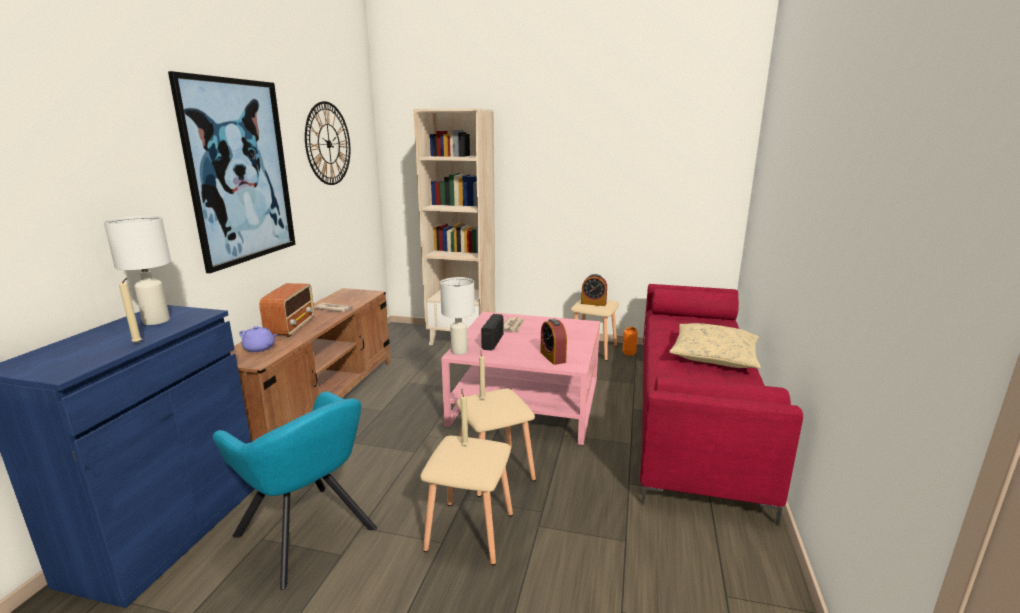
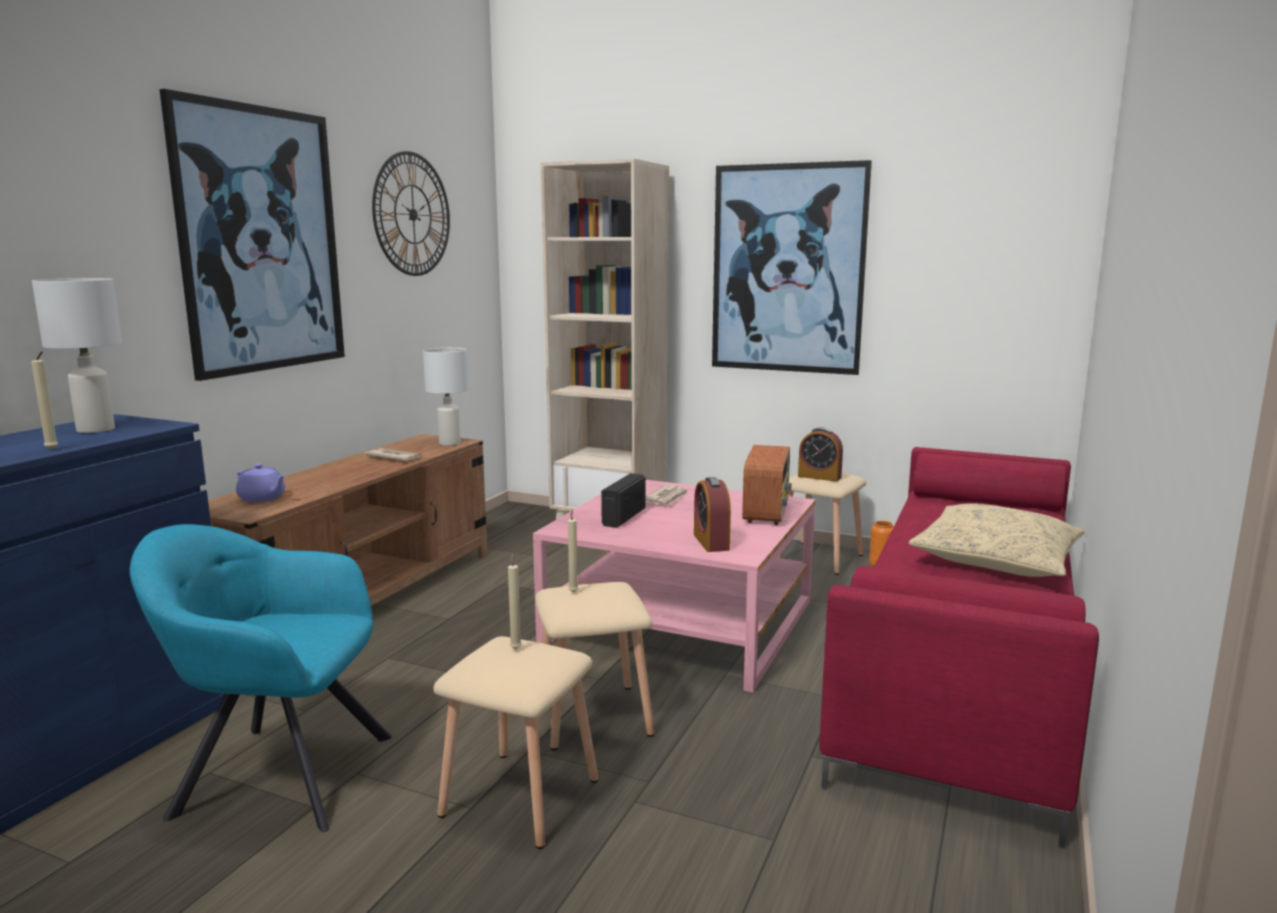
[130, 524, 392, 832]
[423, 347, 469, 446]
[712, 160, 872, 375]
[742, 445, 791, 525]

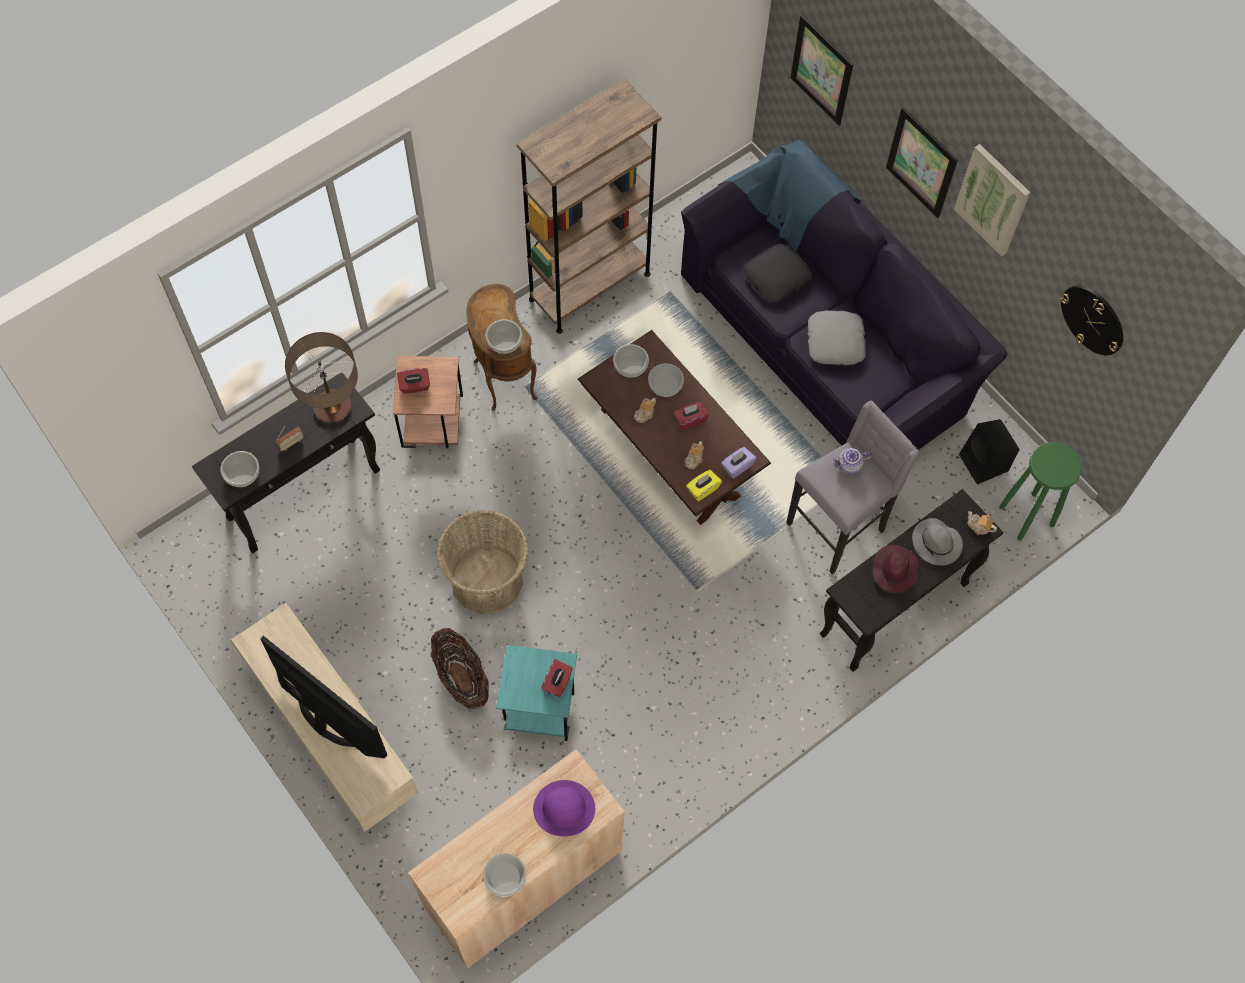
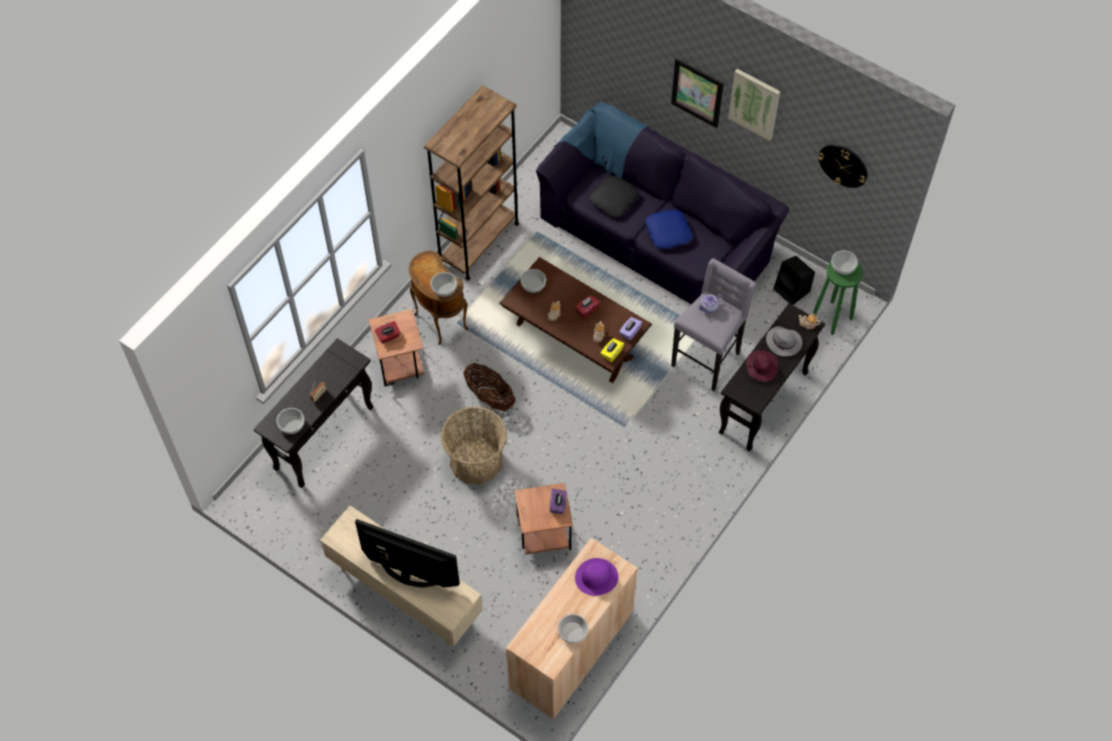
[464, 363, 515, 411]
[514, 483, 573, 554]
[550, 488, 567, 514]
[645, 210, 693, 249]
[831, 250, 858, 275]
[285, 332, 358, 423] (first image)
[790, 15, 853, 125] (first image)

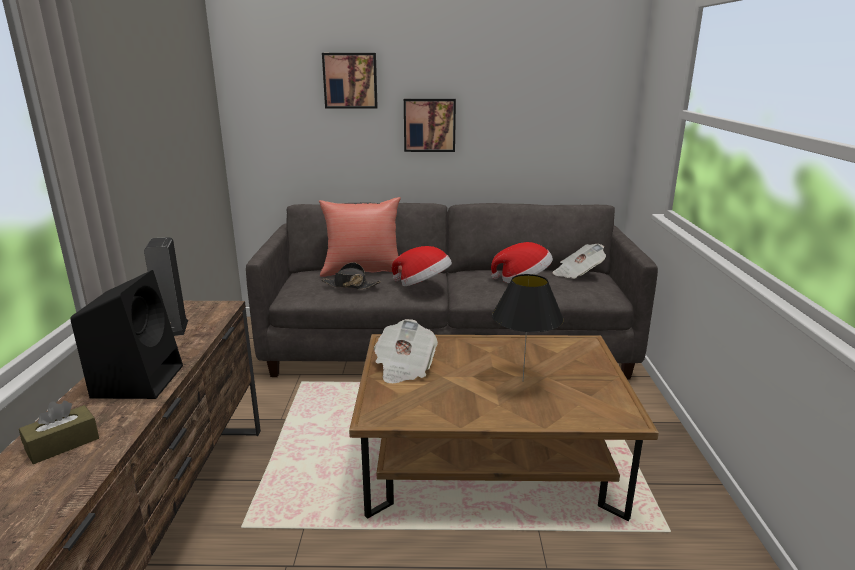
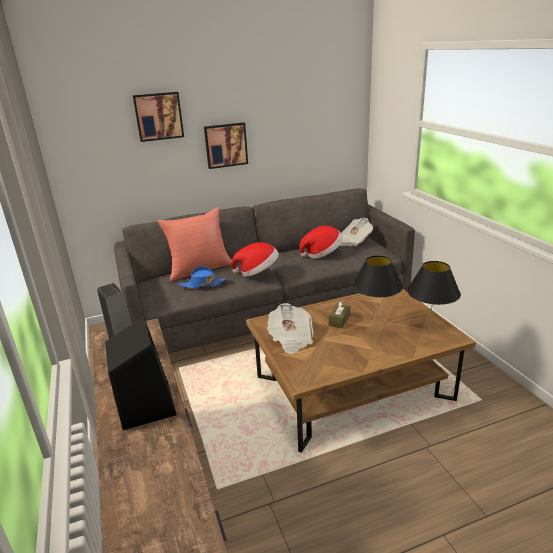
[178, 266, 228, 288]
[329, 300, 350, 328]
[407, 261, 461, 337]

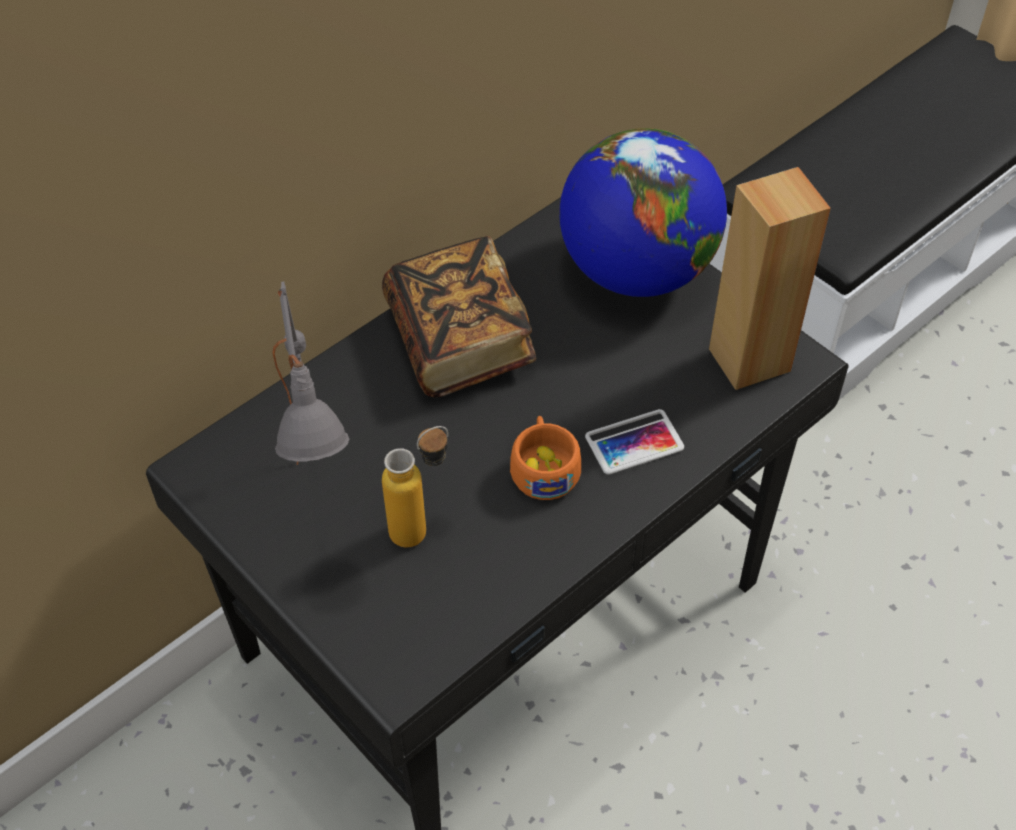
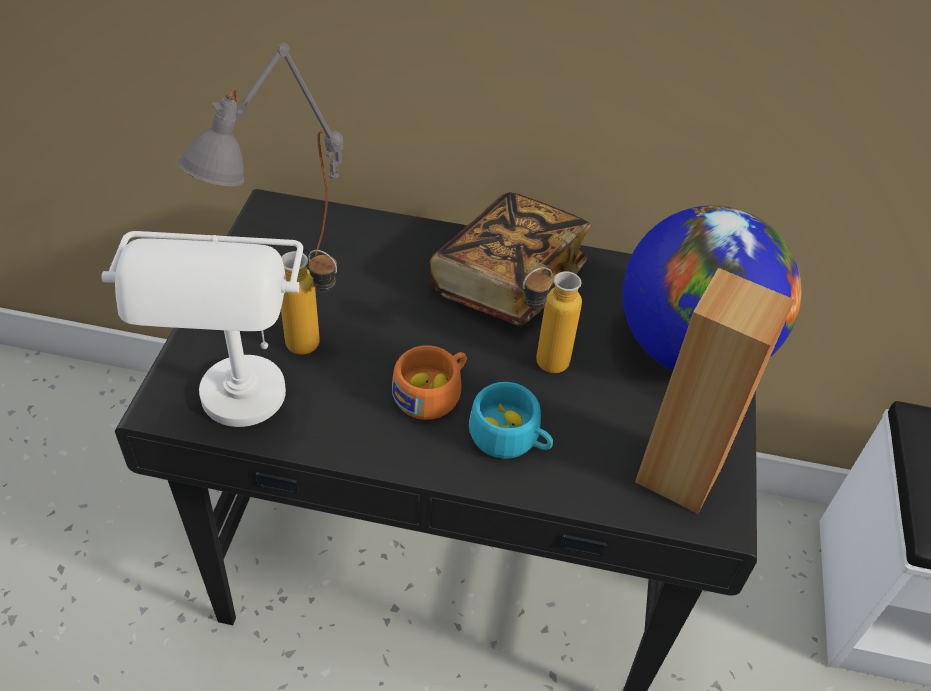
[102, 231, 303, 427]
[469, 382, 553, 459]
[523, 267, 582, 373]

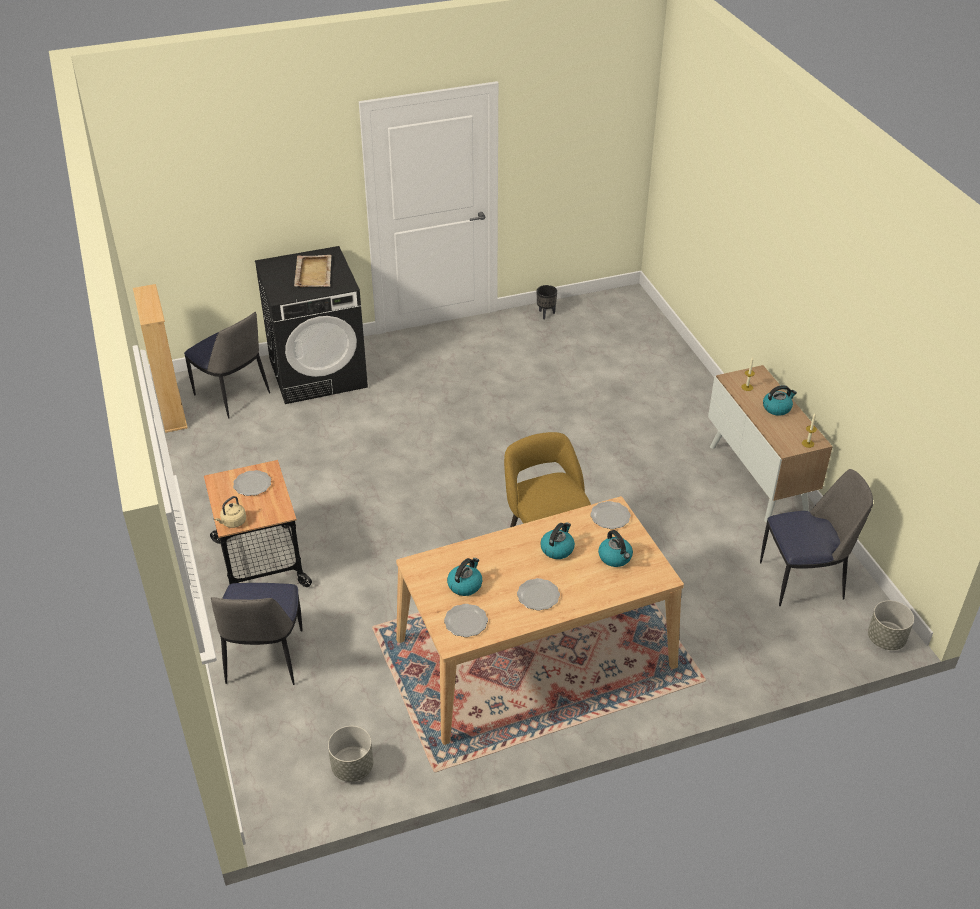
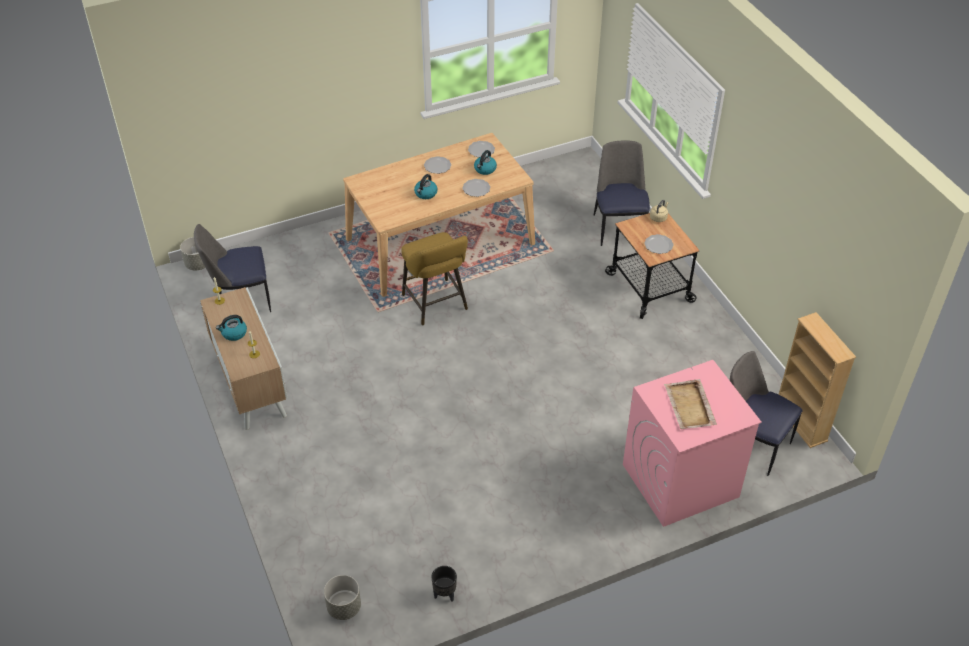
[324, 575, 361, 620]
[463, 179, 491, 197]
[623, 360, 762, 527]
[598, 530, 633, 567] (first image)

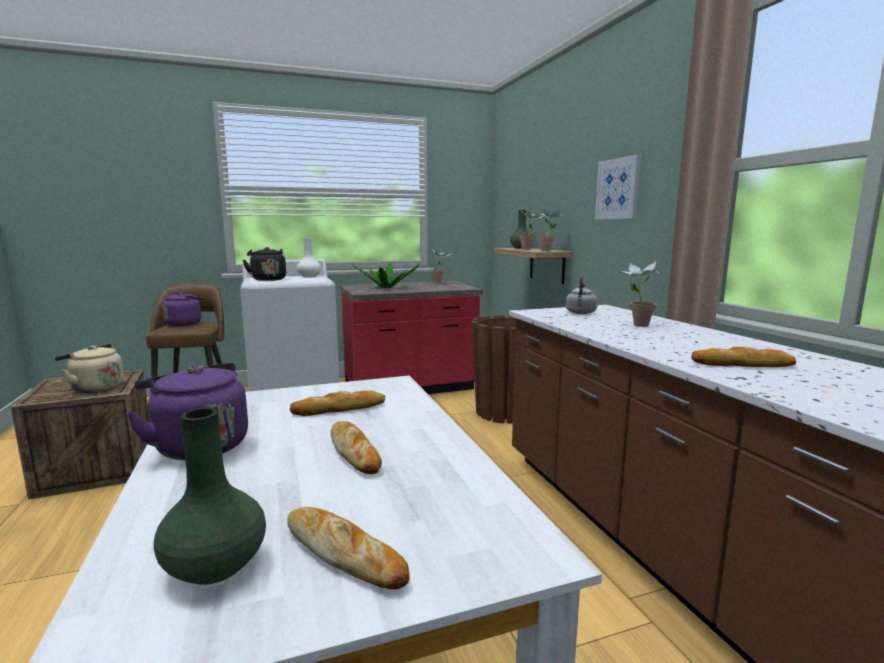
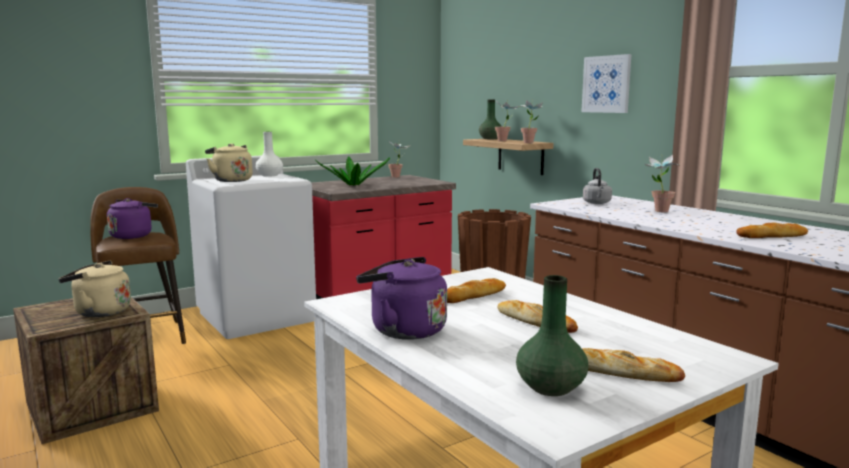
[205, 143, 253, 182]

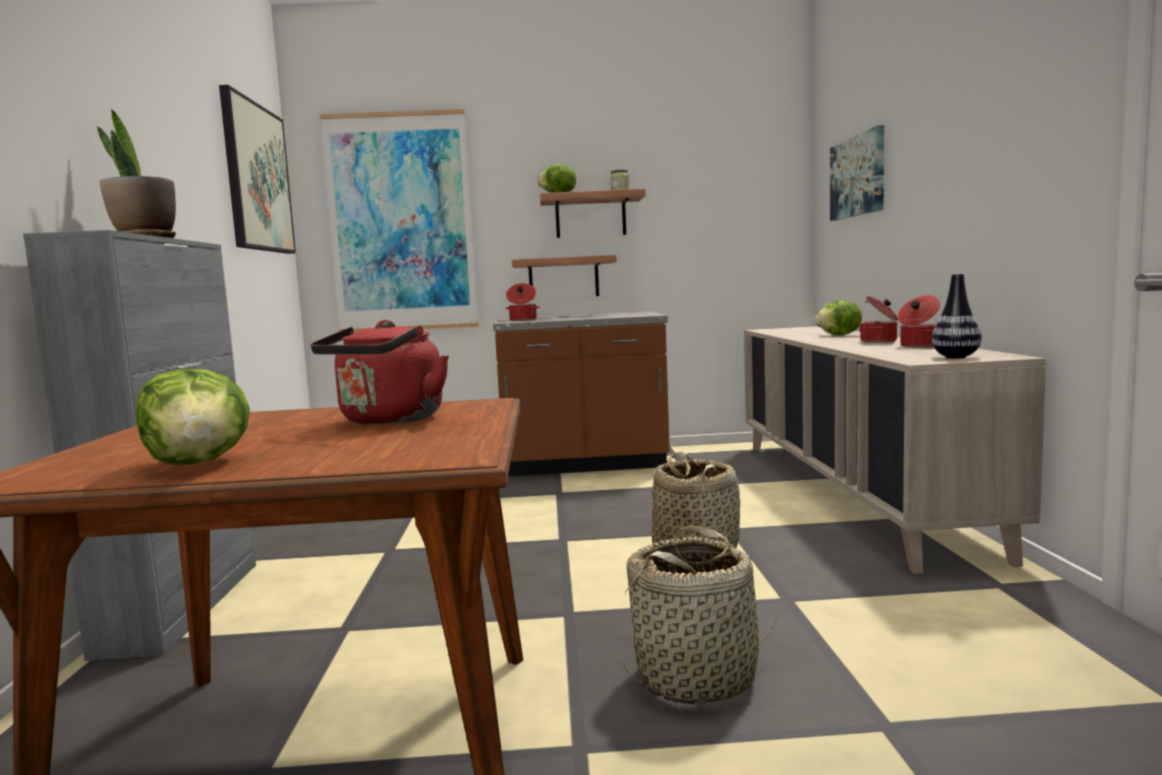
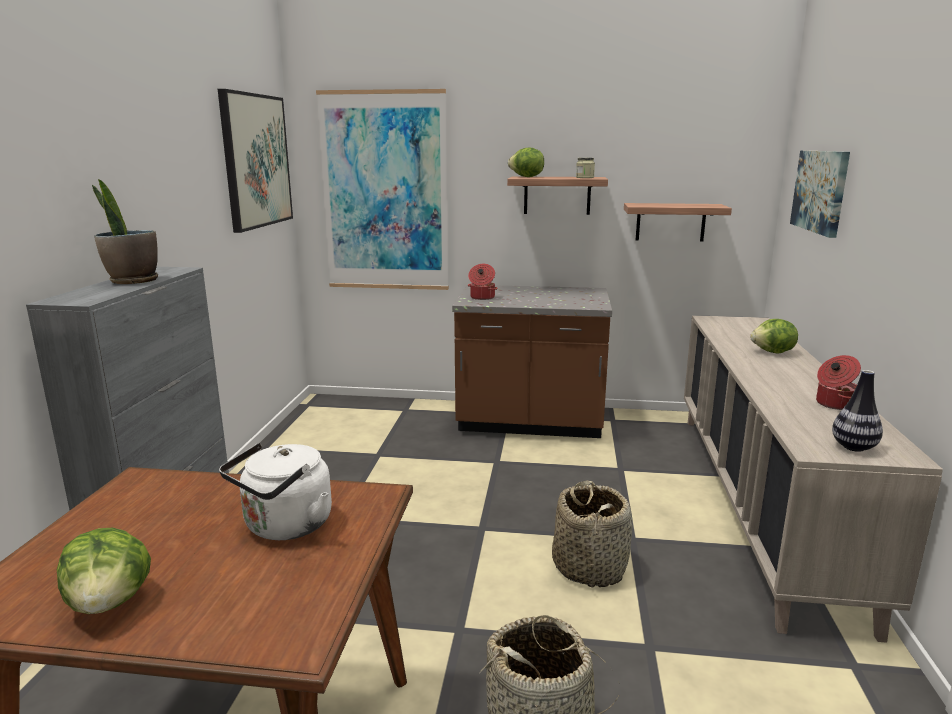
[219, 443, 332, 540]
[624, 203, 732, 242]
[859, 296, 898, 343] (first image)

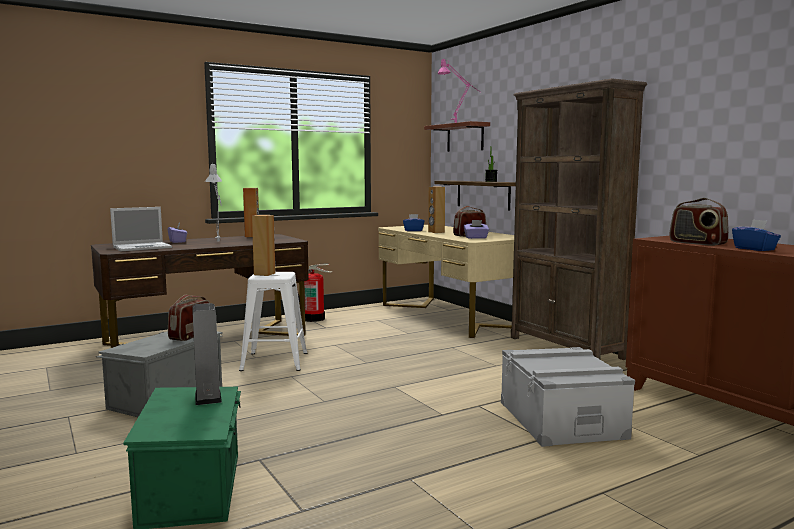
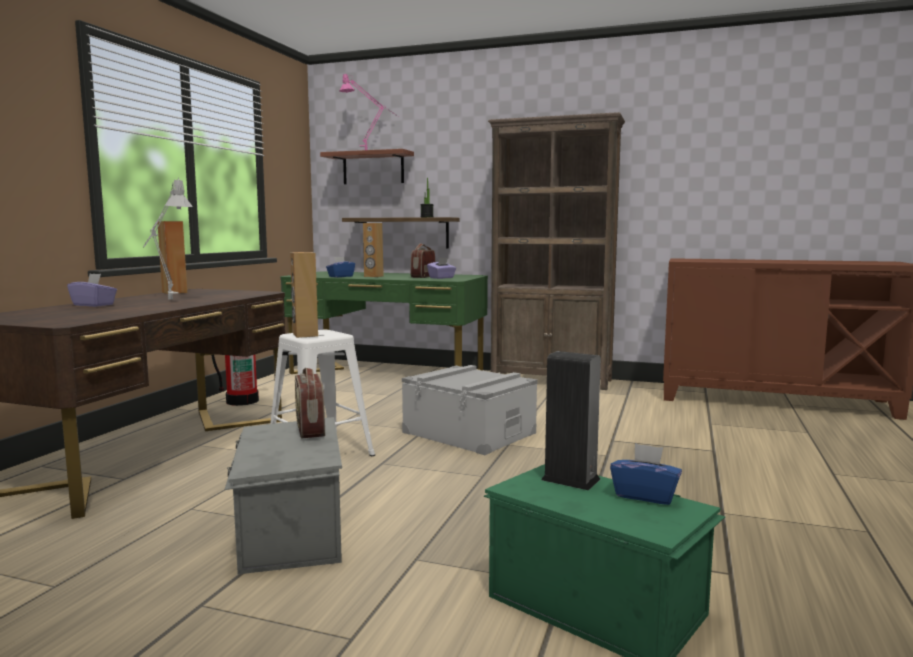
[280, 271, 488, 374]
[402, 365, 538, 455]
[610, 443, 682, 505]
[110, 207, 172, 251] (first image)
[669, 198, 729, 246] (first image)

